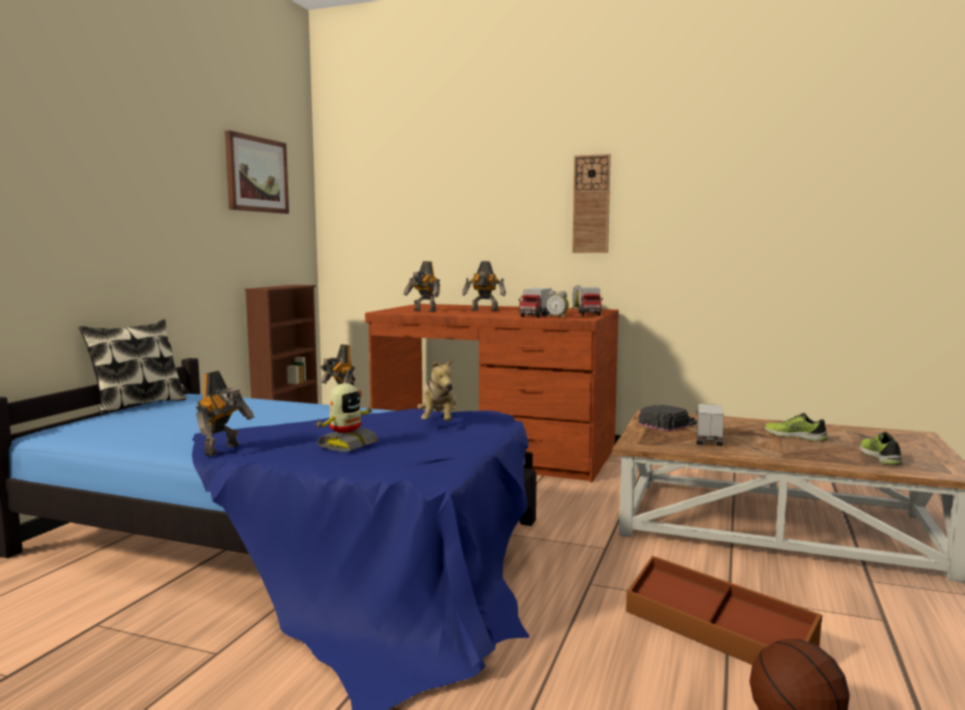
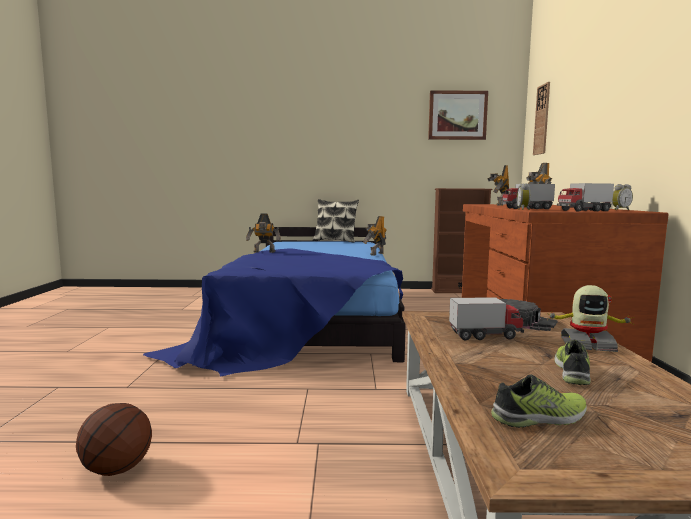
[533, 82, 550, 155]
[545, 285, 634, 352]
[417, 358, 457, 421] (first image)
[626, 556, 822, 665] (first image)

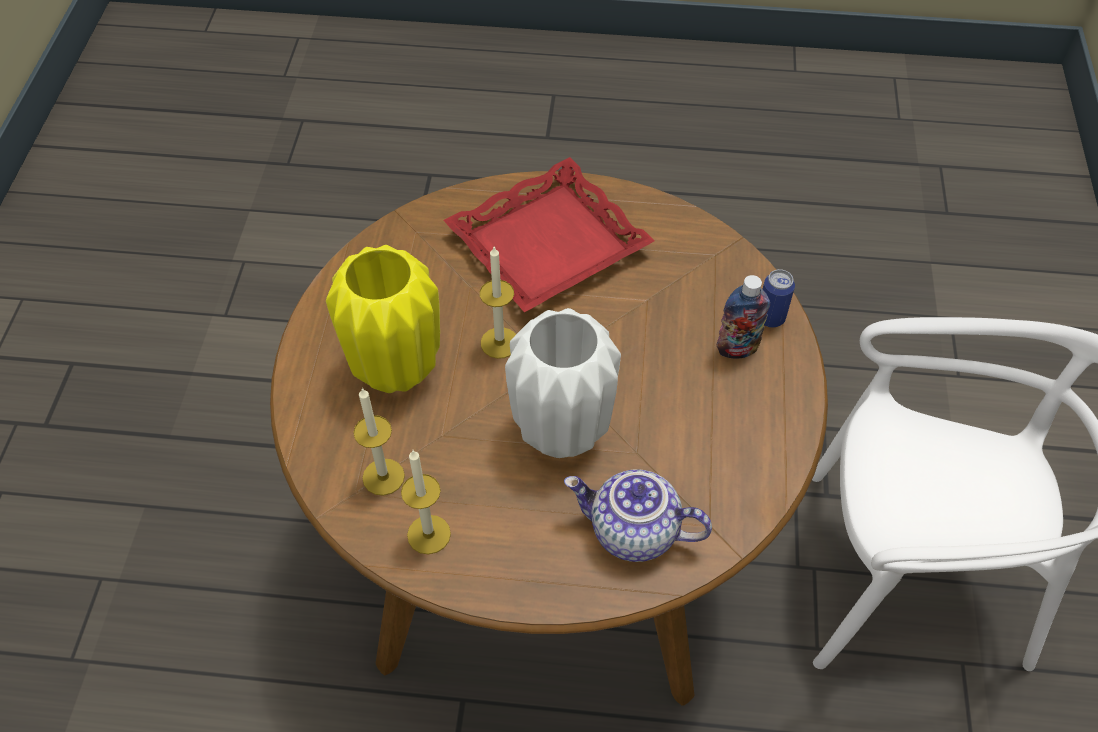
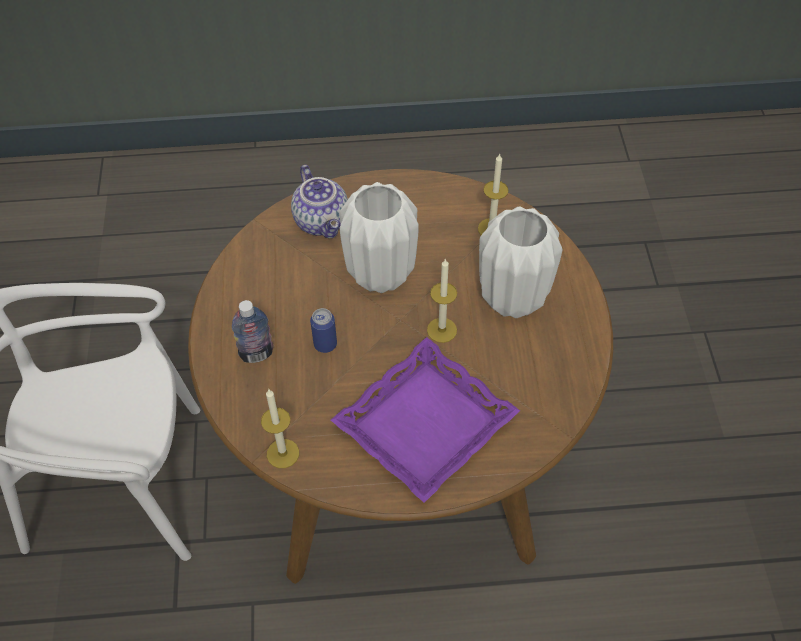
[261, 390, 299, 468]
[291, 165, 348, 238]
[310, 308, 337, 353]
[331, 337, 520, 503]
[479, 206, 563, 318]

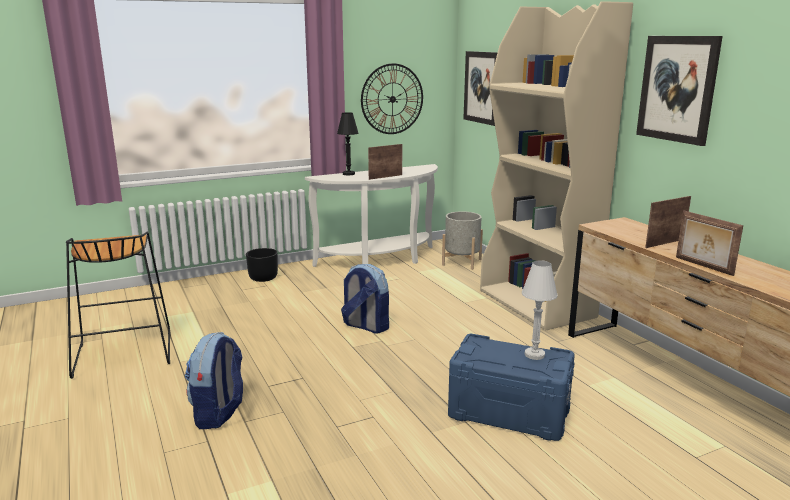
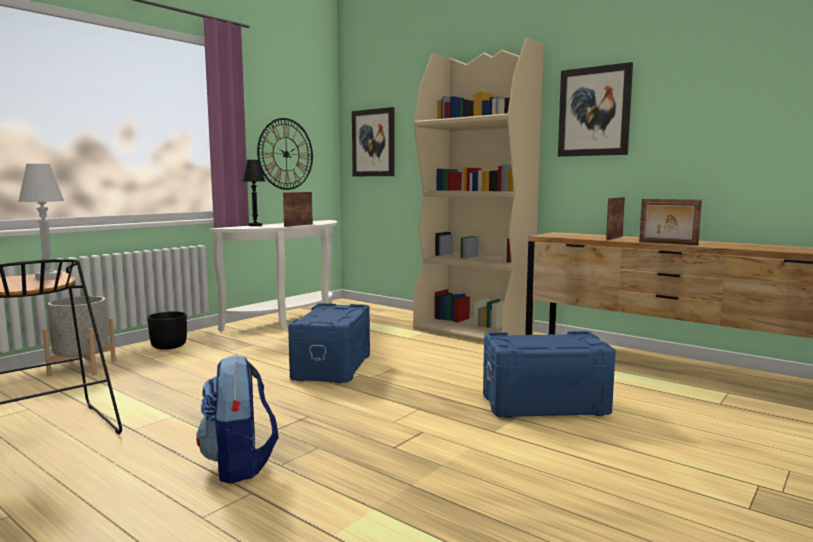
[18, 164, 64, 278]
[43, 296, 116, 376]
[288, 303, 370, 383]

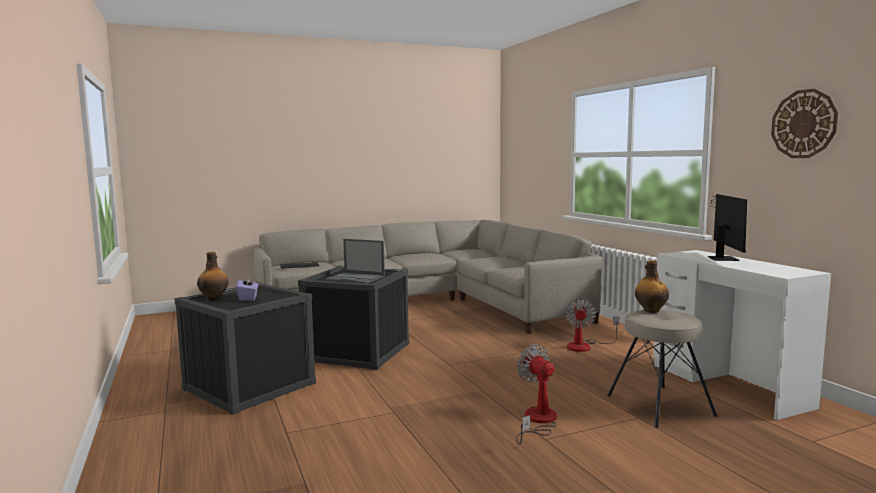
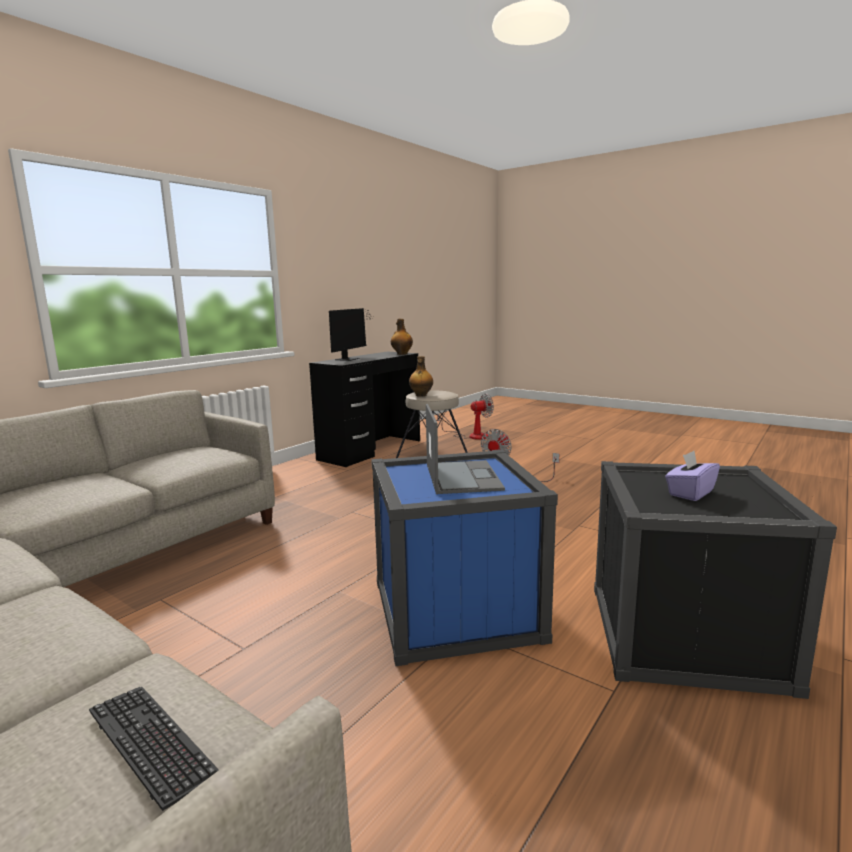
[309, 351, 420, 467]
[329, 308, 372, 361]
[371, 449, 558, 666]
[391, 319, 413, 355]
[437, 393, 494, 440]
[771, 89, 838, 158] (first image)

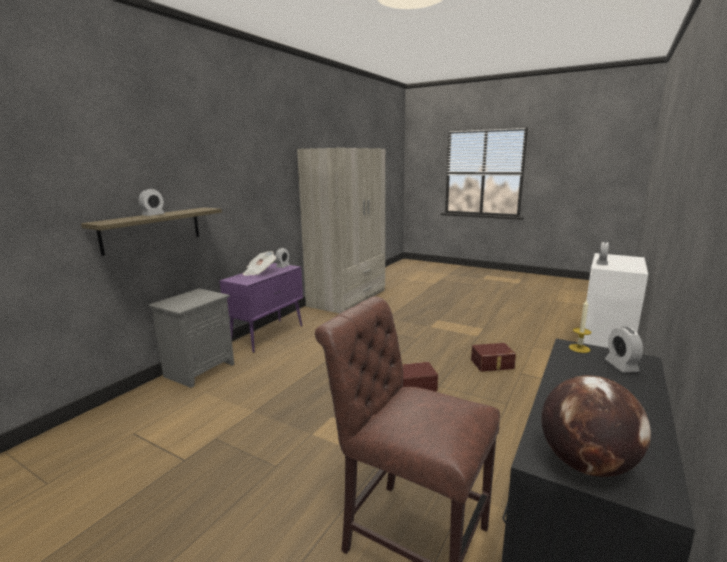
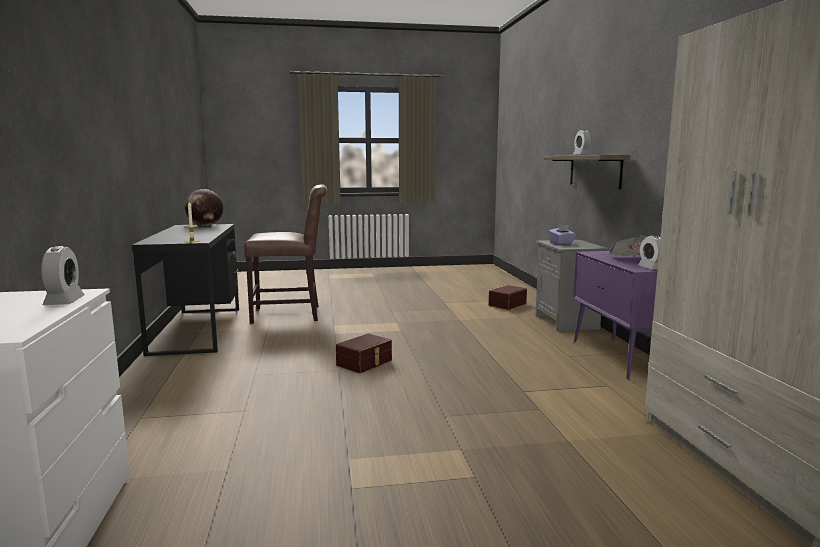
[489, 285, 527, 310]
[548, 225, 576, 245]
[605, 327, 643, 372] (first image)

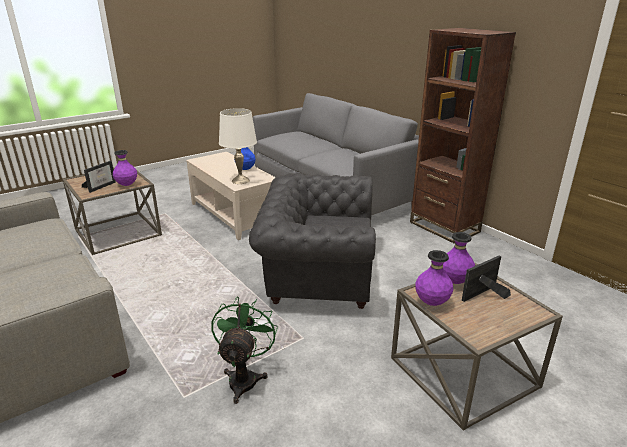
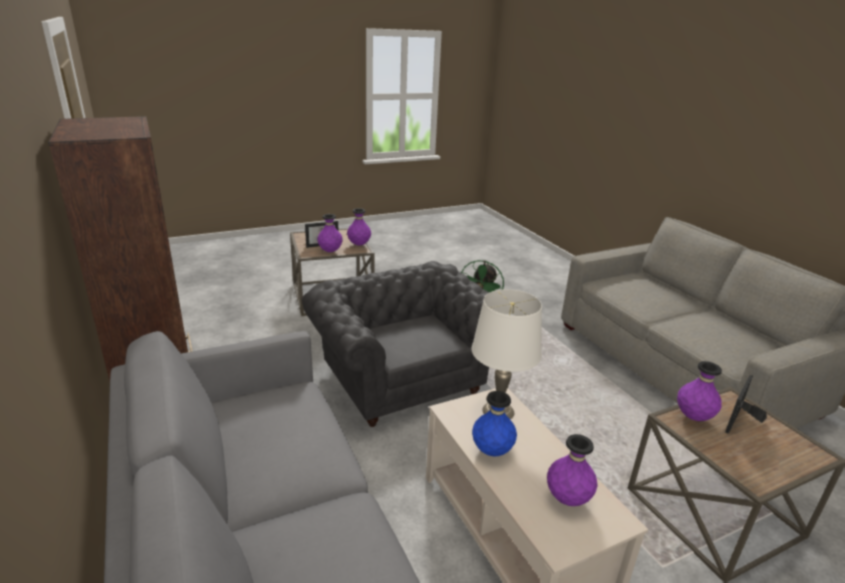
[302, 261, 489, 427]
[547, 434, 598, 506]

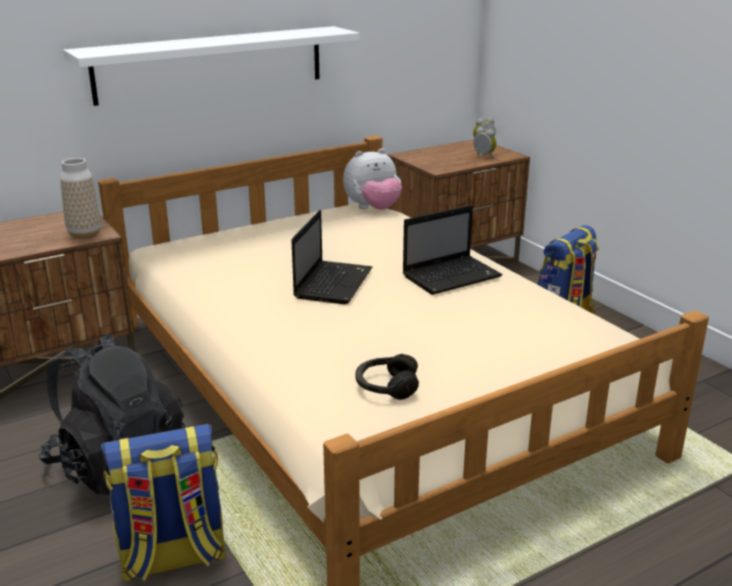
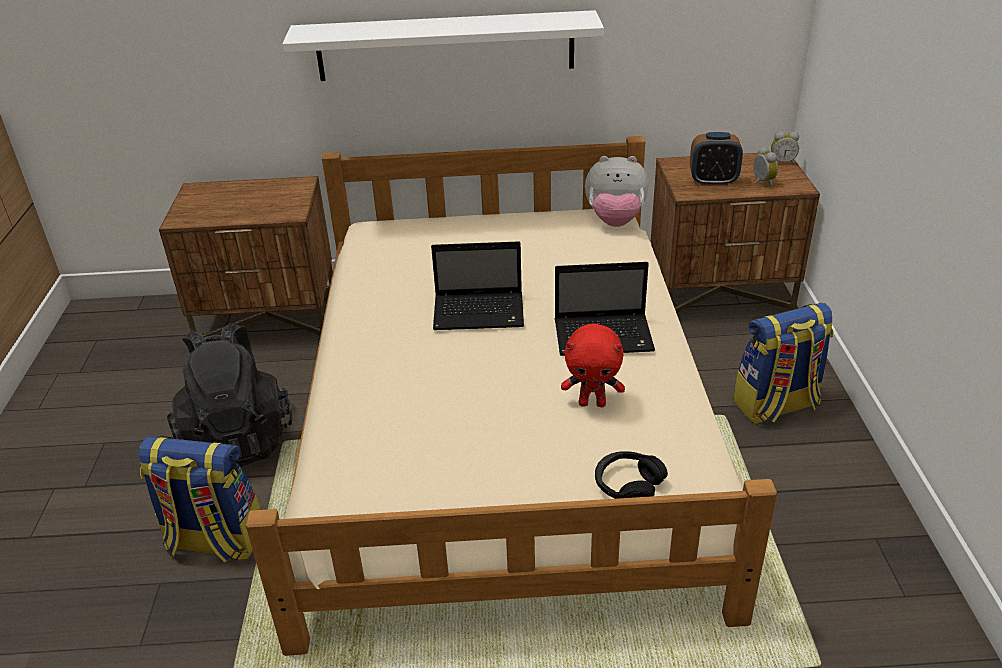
[431, 241, 524, 330]
[561, 323, 625, 407]
[595, 451, 668, 499]
[690, 132, 743, 186]
[60, 158, 101, 239] (first image)

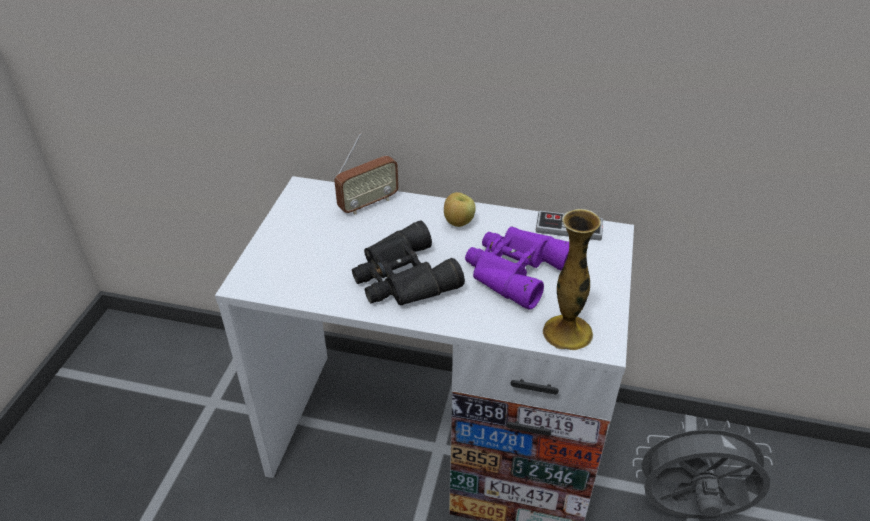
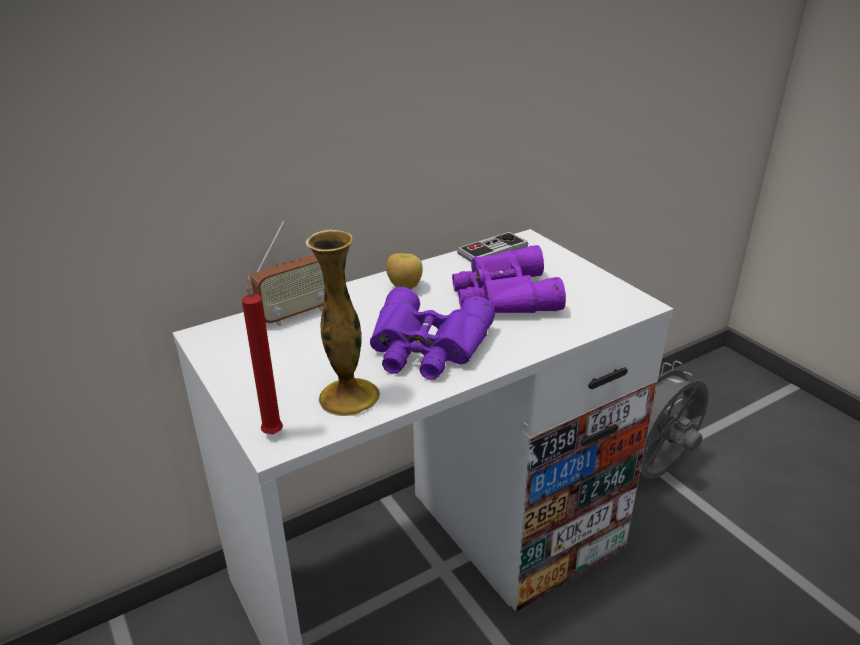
[242, 272, 283, 434]
[251, 221, 325, 326]
[305, 230, 380, 416]
[370, 287, 495, 380]

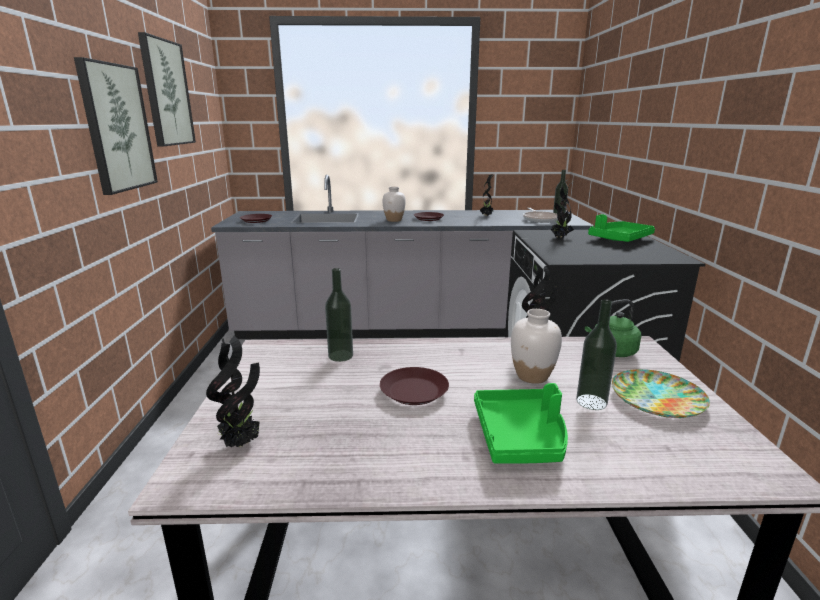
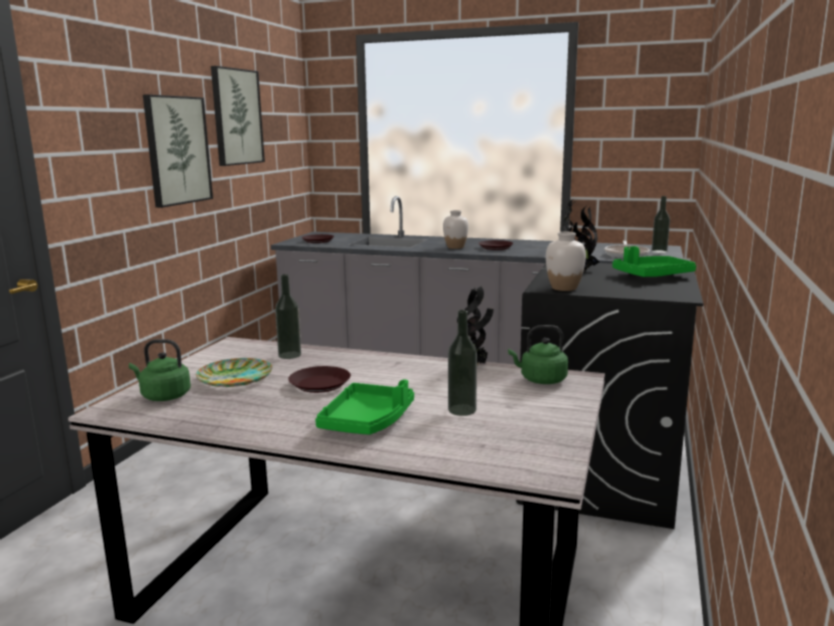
[129, 339, 191, 401]
[196, 358, 273, 387]
[546, 232, 586, 291]

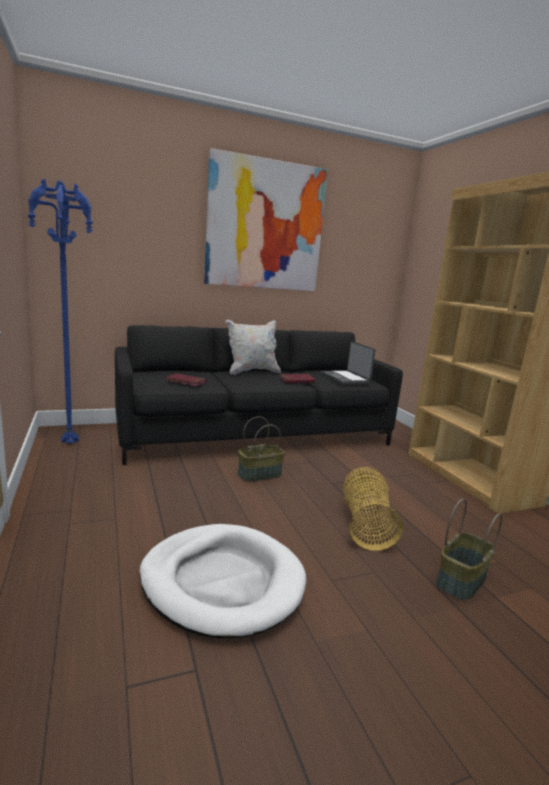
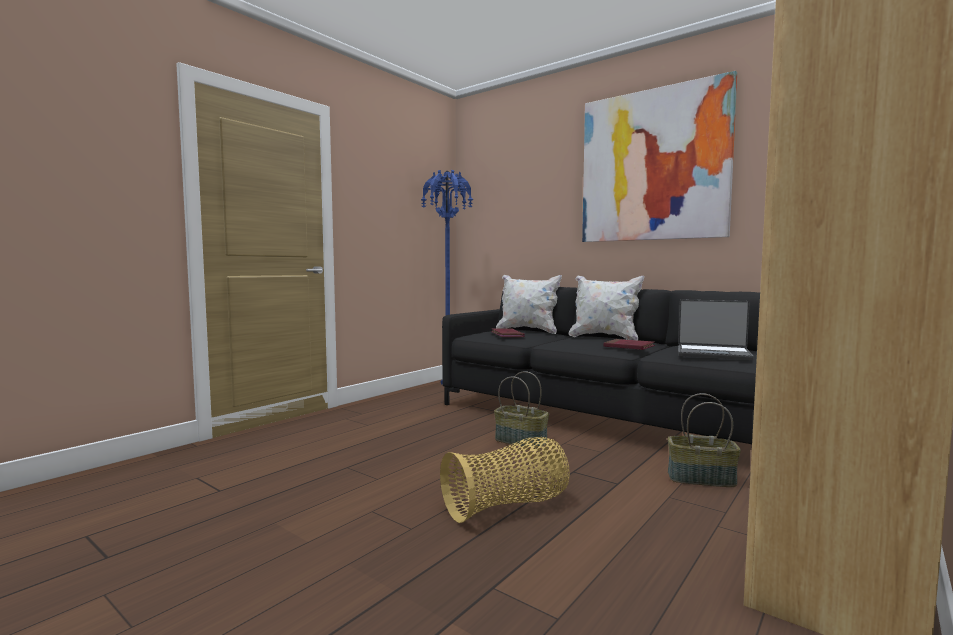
[496, 275, 562, 334]
[668, 393, 741, 487]
[678, 299, 754, 360]
[139, 524, 306, 638] (first image)

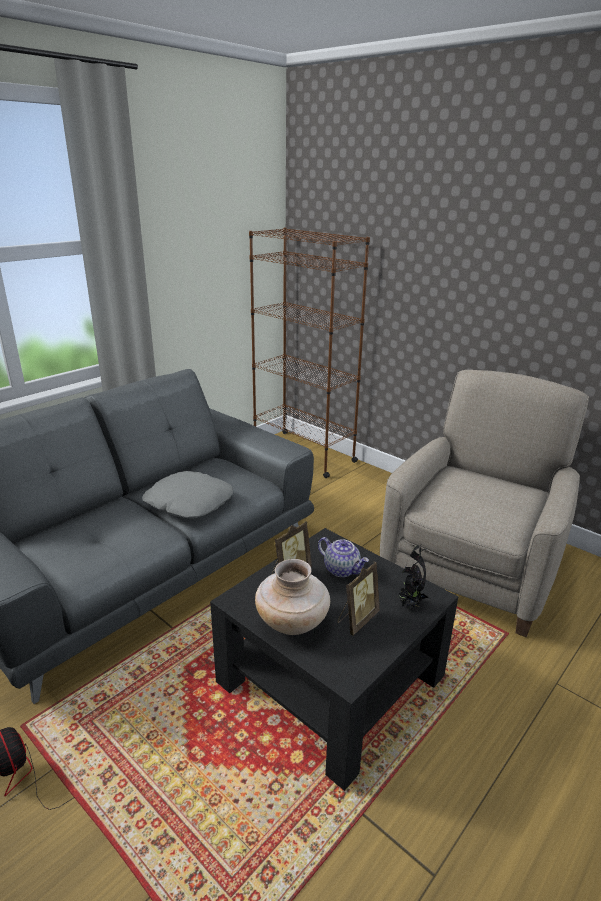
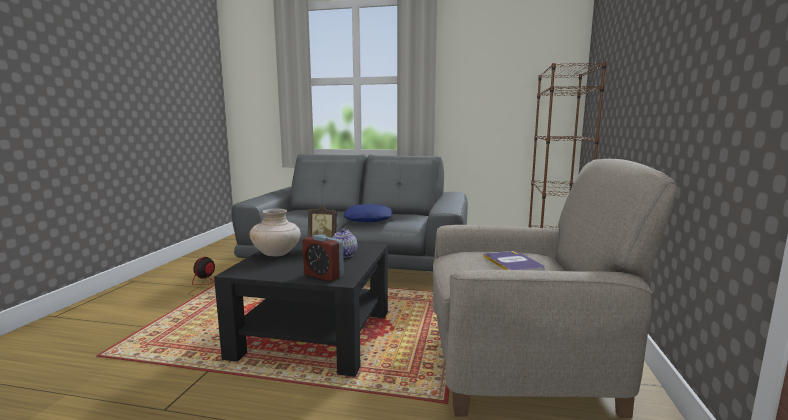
[303, 234, 344, 281]
[344, 204, 392, 222]
[483, 251, 545, 271]
[337, 561, 380, 635] (first image)

